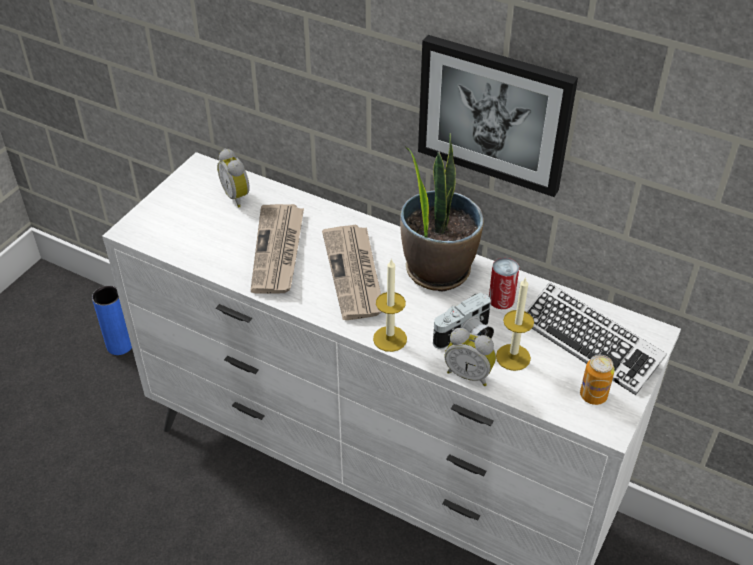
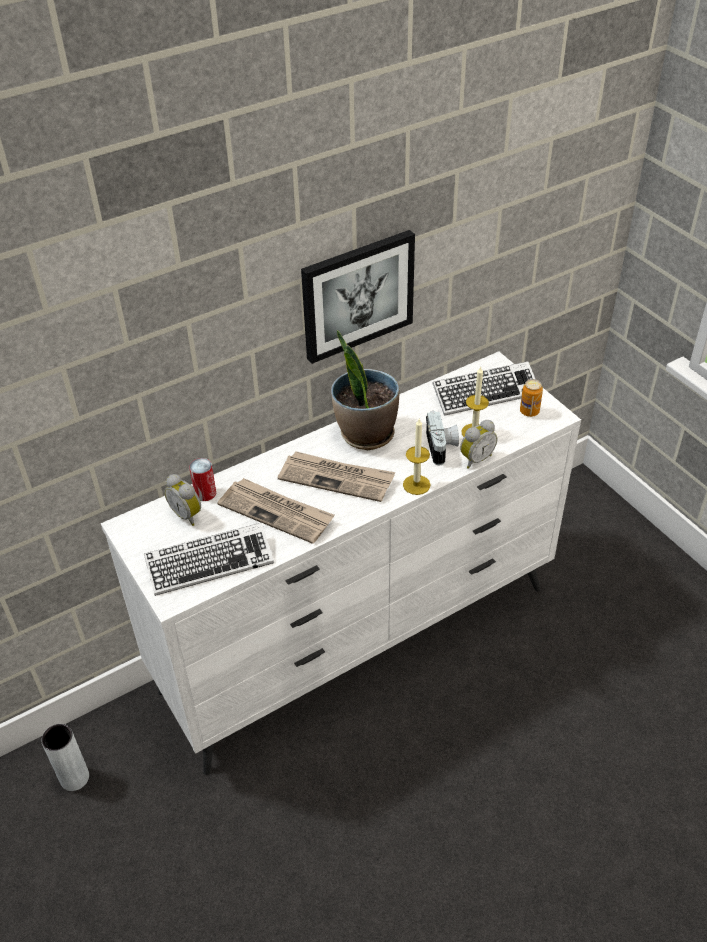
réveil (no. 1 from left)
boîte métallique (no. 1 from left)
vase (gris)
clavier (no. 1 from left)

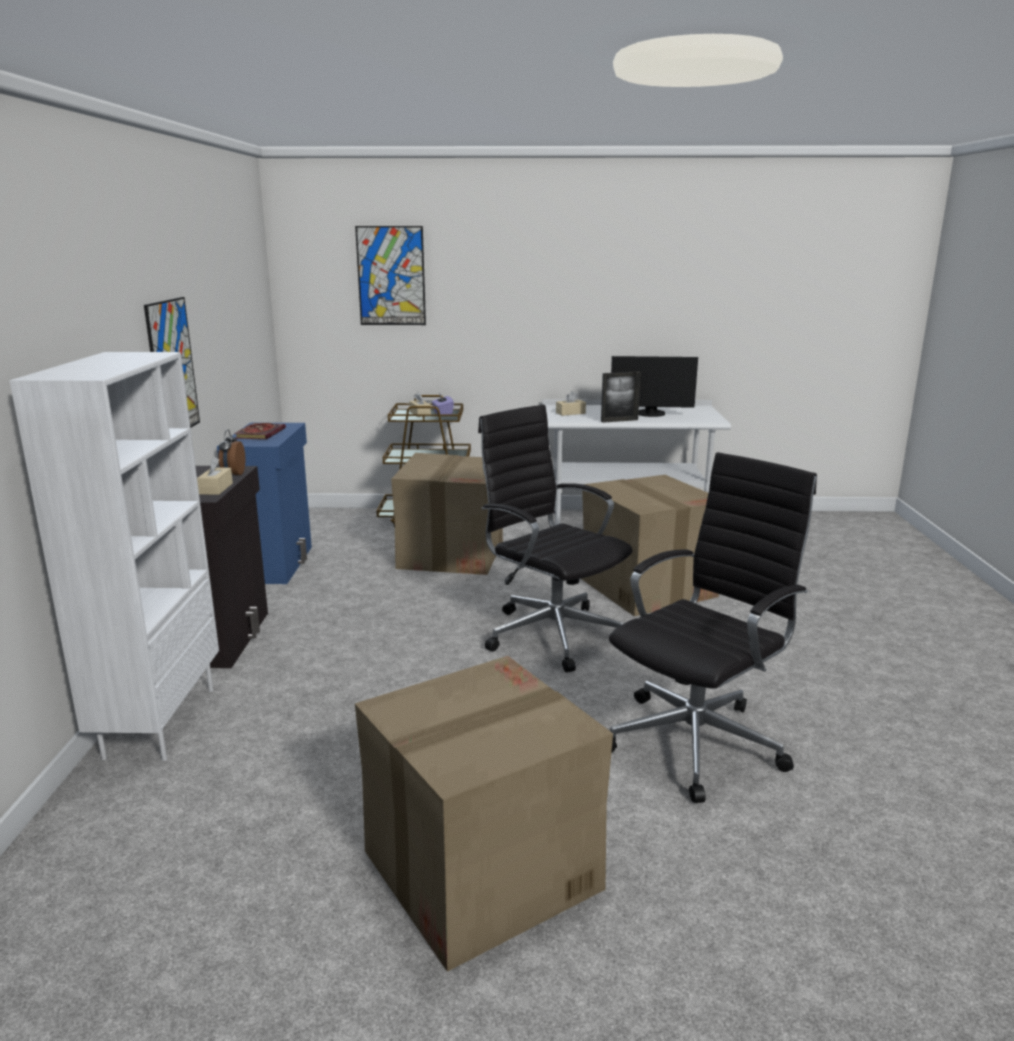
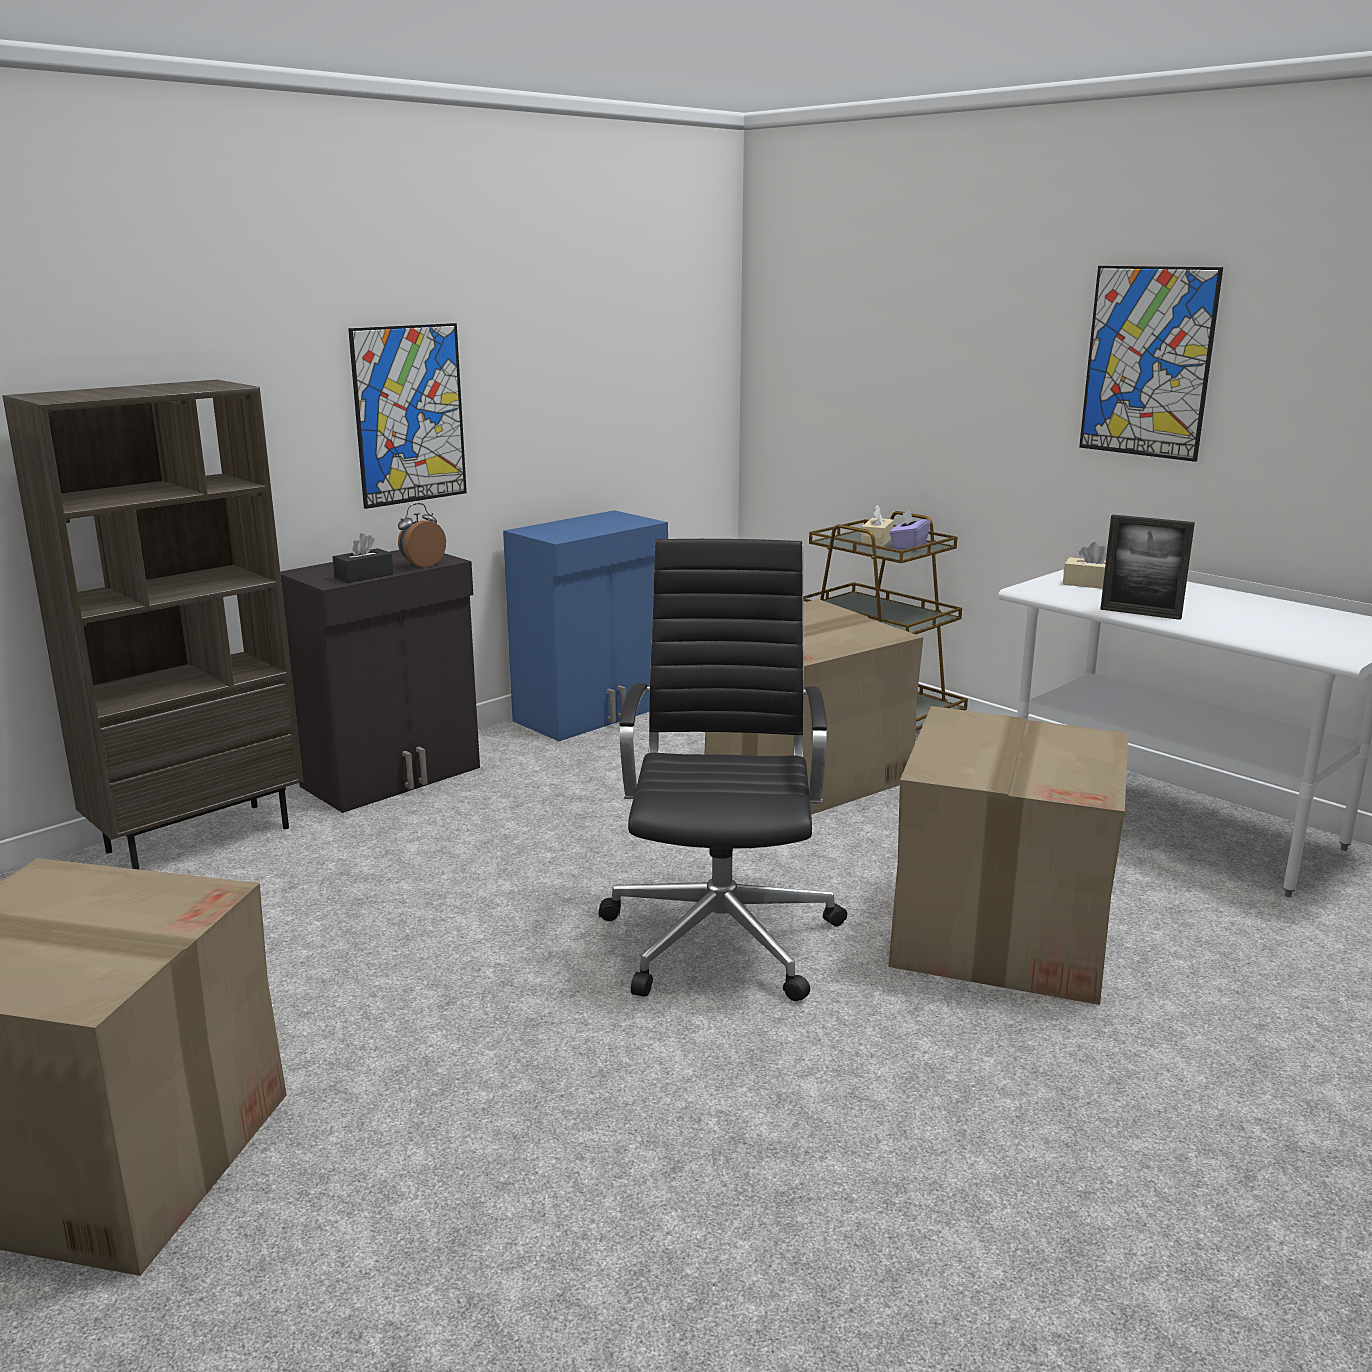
tableau (no. 2 from left)
bibliothèque (marron)
écran d'ordinateur
livre
chaise de bureau (noir) (no. 2 from left in the first image)
boîte à mouchoirs (noir)

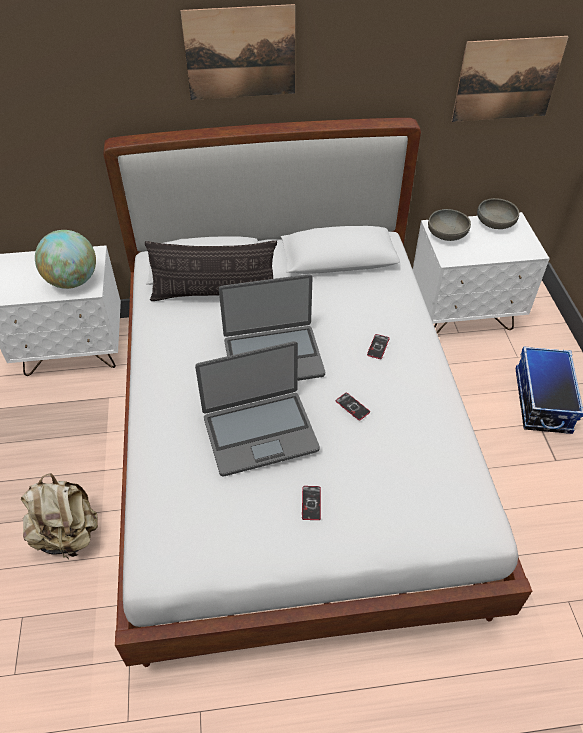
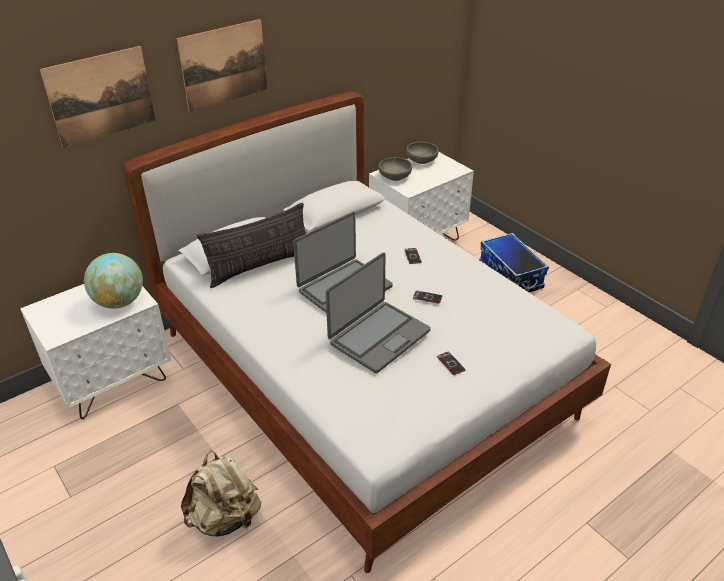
tableau (no. 1 from left)

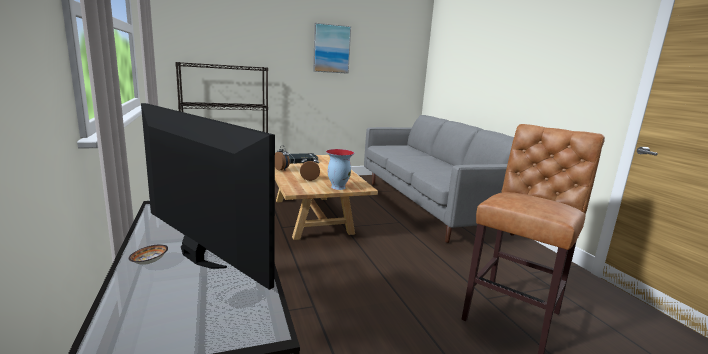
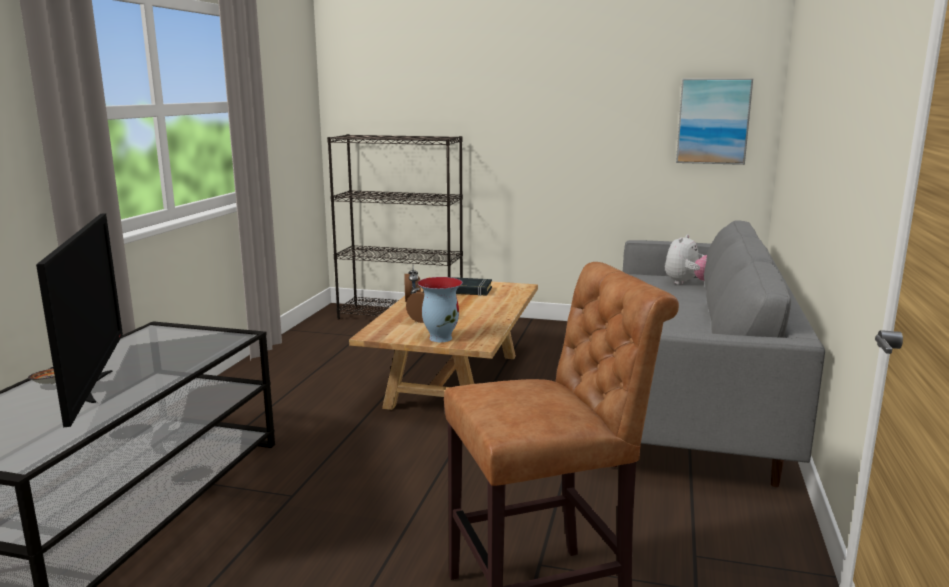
tableau
peluche

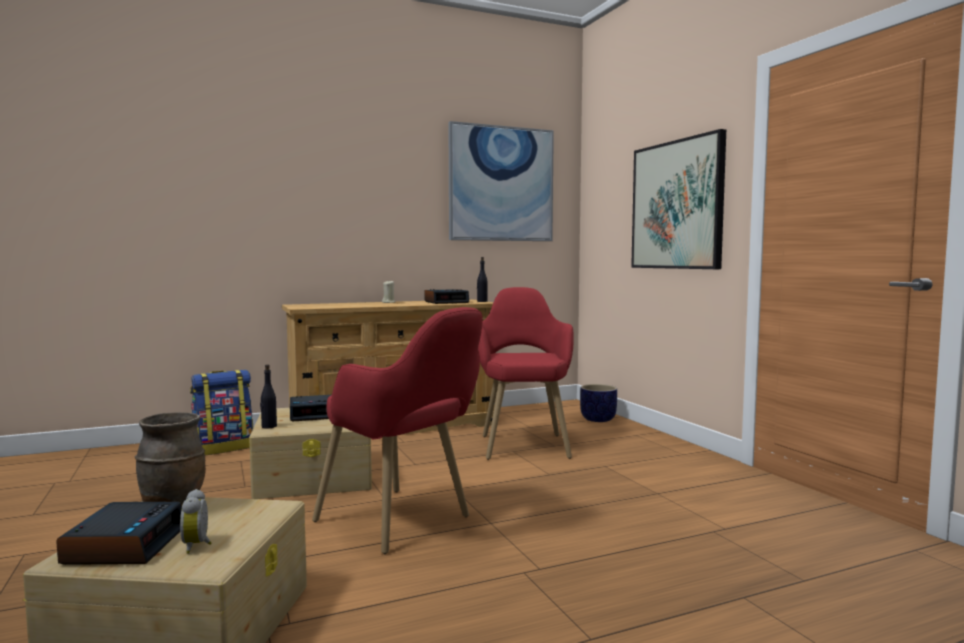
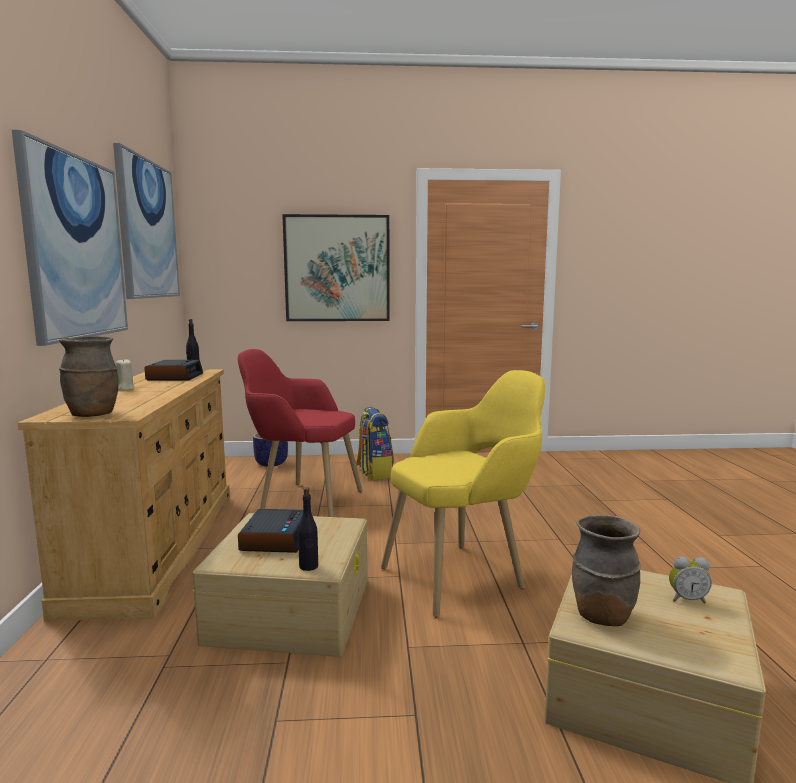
fauteuil (jaune)
sac à dos
réveil (no. 1 from left in the first image)
tableau (no. 1 from left)
vase (marron) (no. 1 from left)

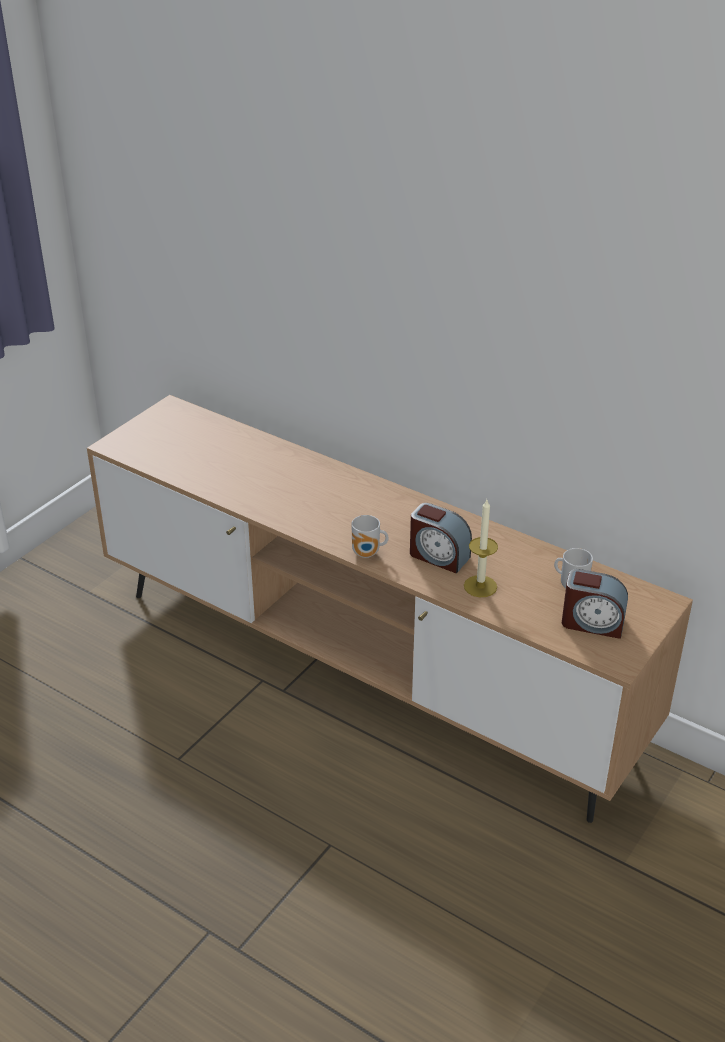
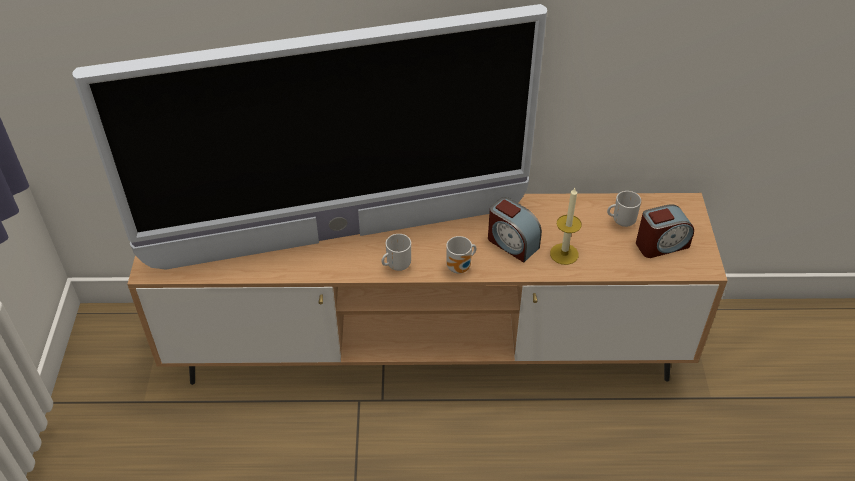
réveil (no. 1 from left)
téléviseur
mug (no. 1 from left)

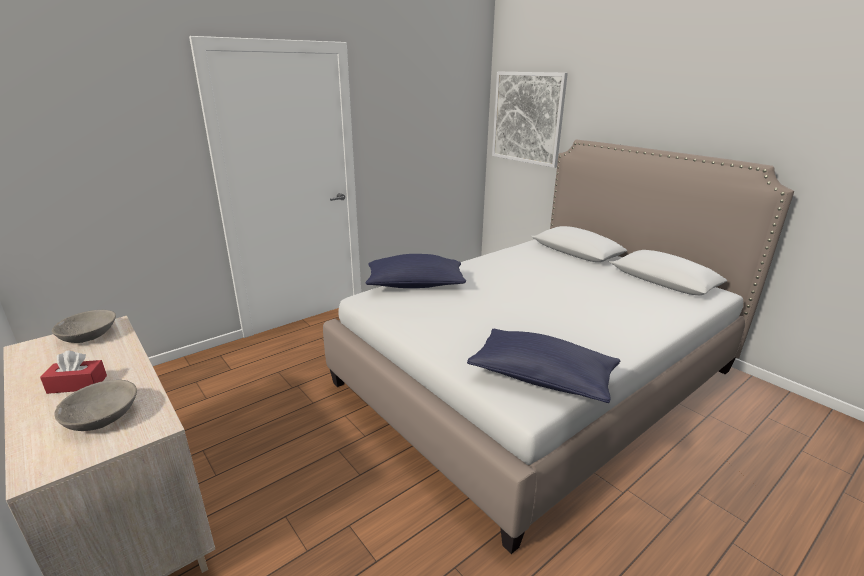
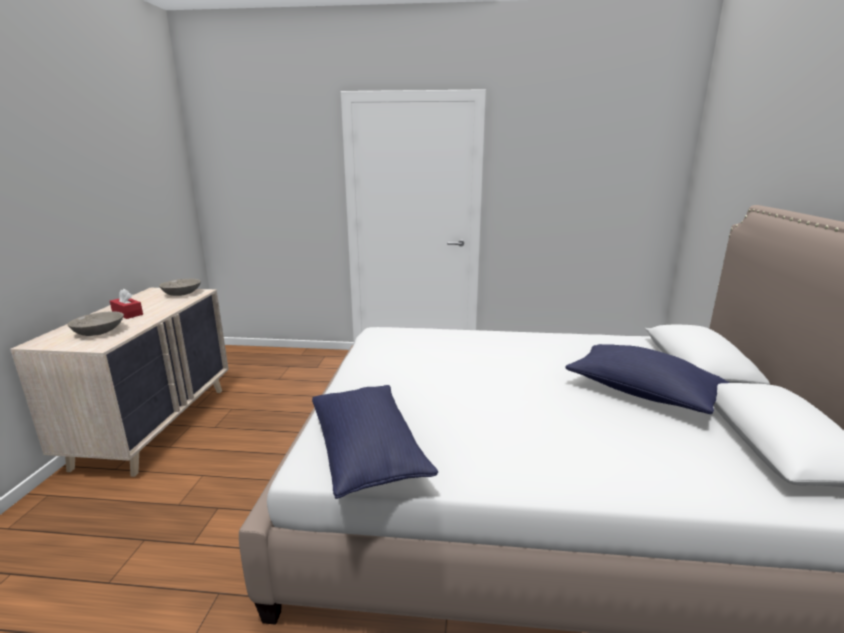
tableau
coussin (bleu) (no. 2 from left)

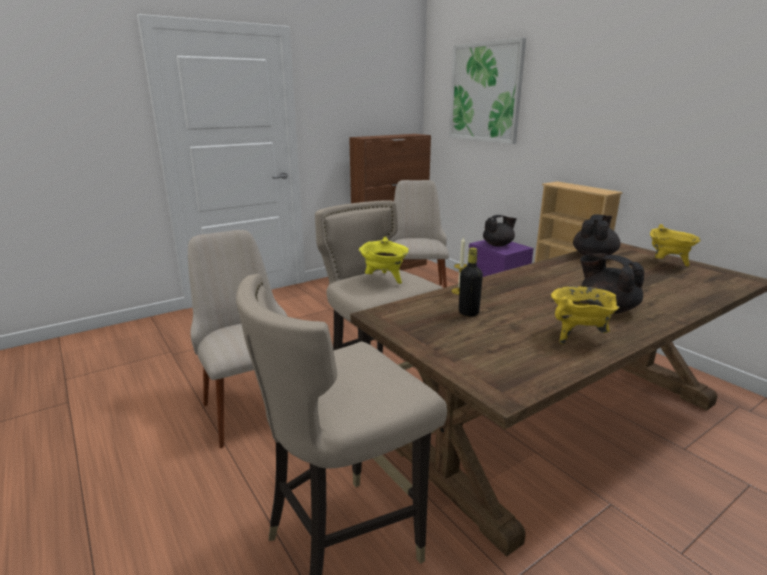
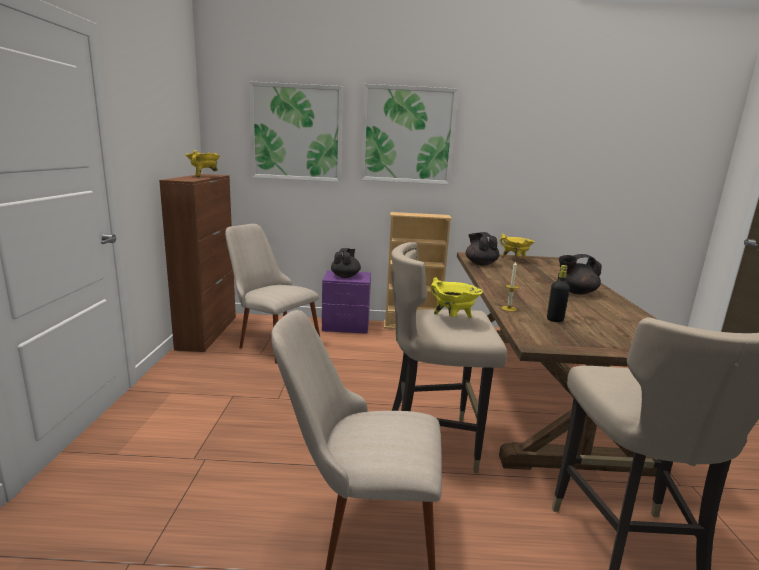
marmite (jaune) (no. 1 from left)
tableau (no. 2 from left)

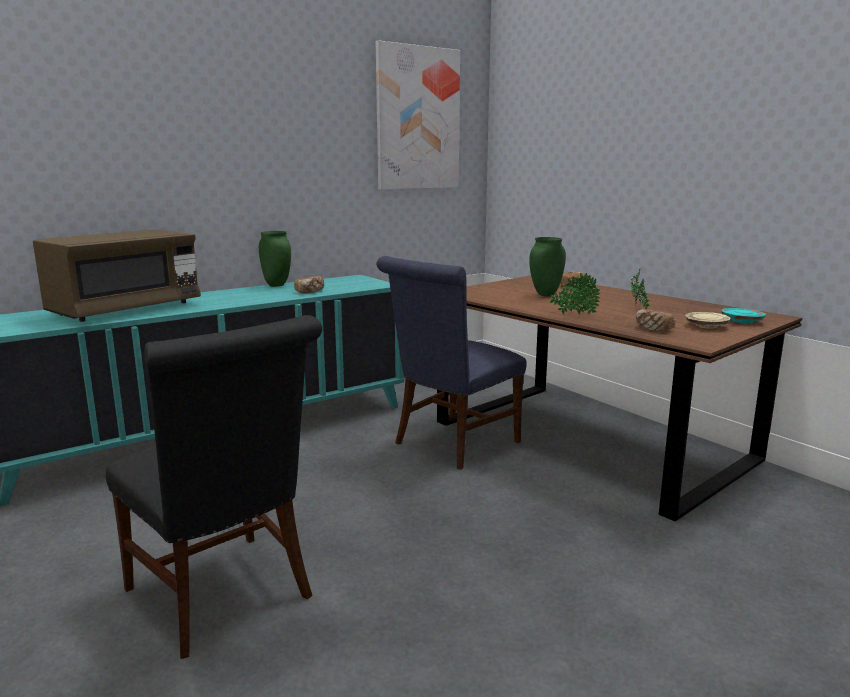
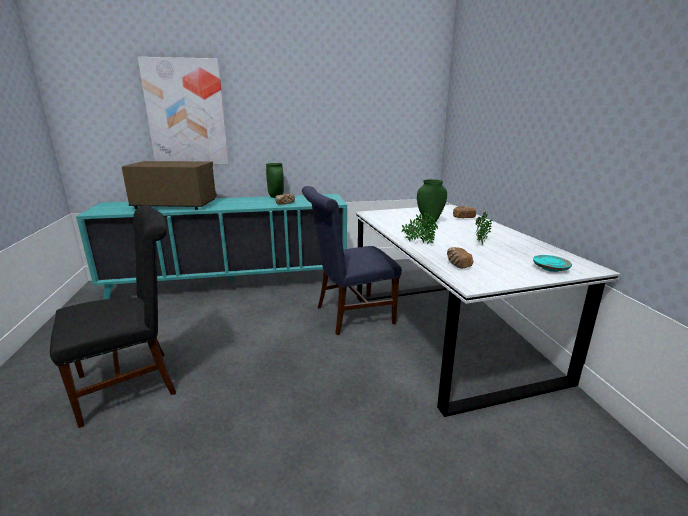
tableau
micro-ondes (marron)
table à manger (blanc)
assiette (beige)
chaise (noir)

